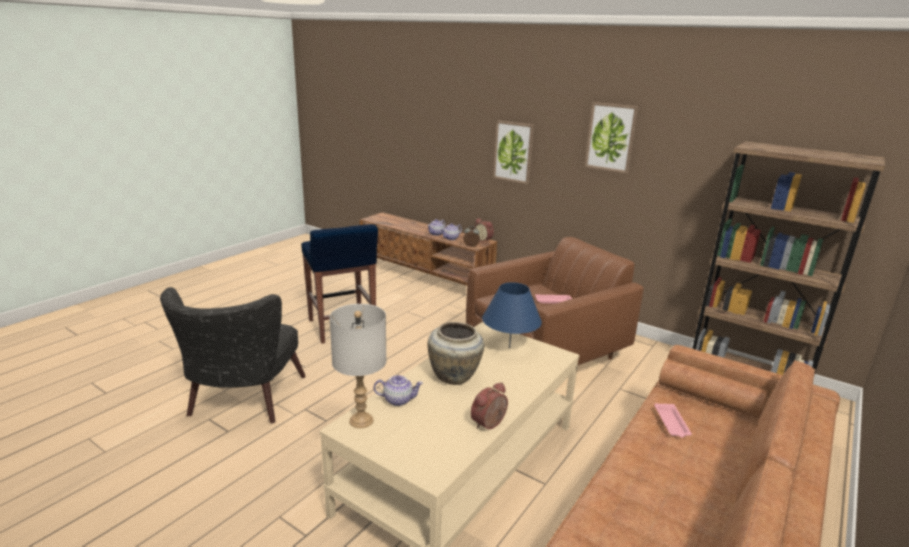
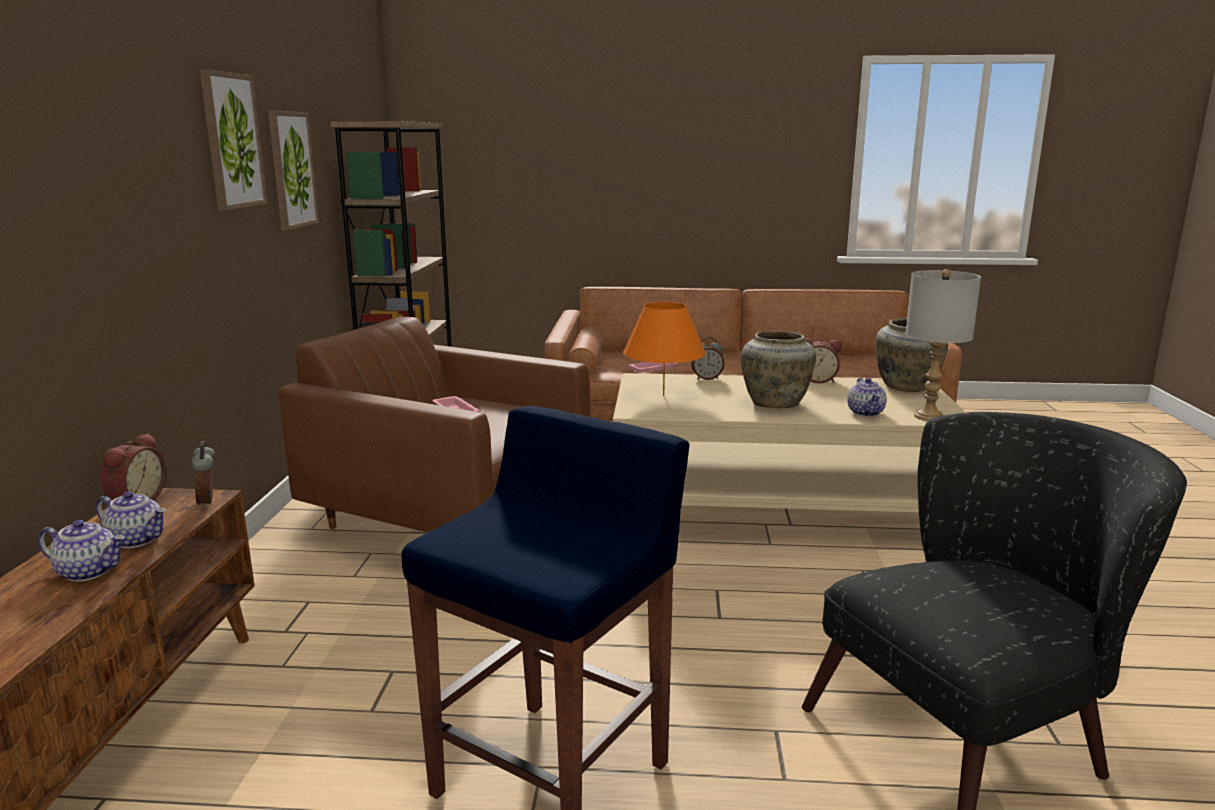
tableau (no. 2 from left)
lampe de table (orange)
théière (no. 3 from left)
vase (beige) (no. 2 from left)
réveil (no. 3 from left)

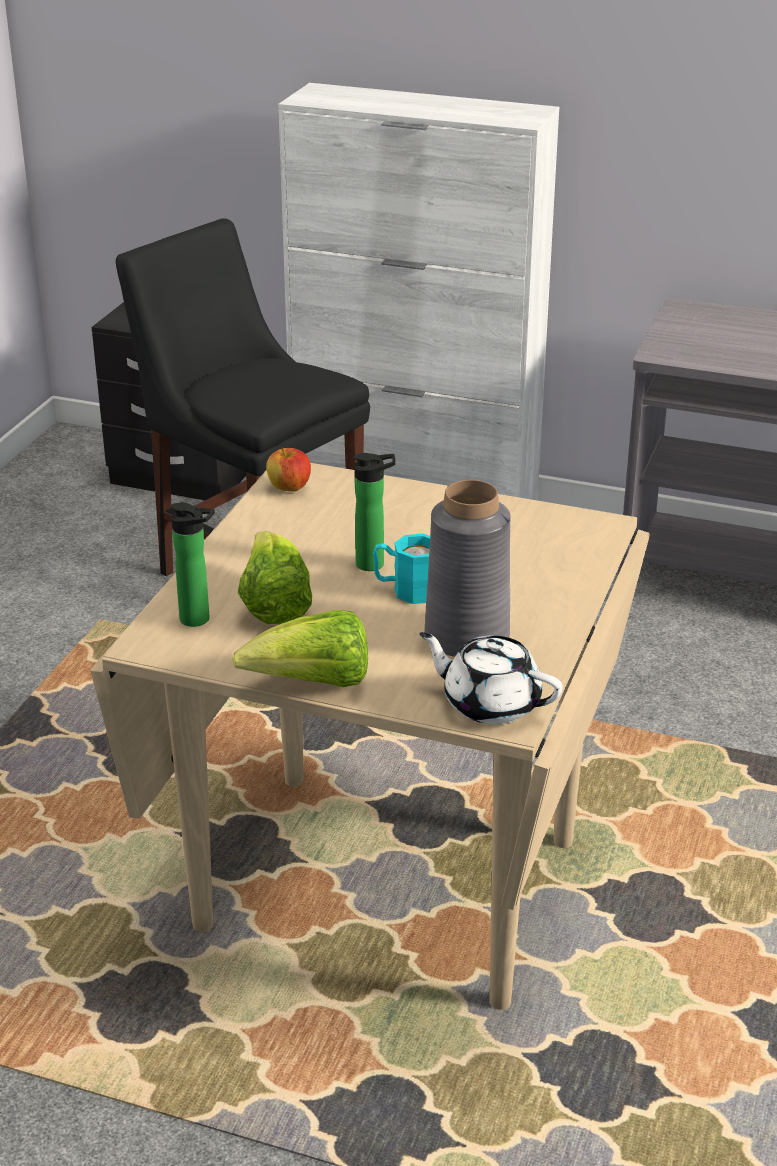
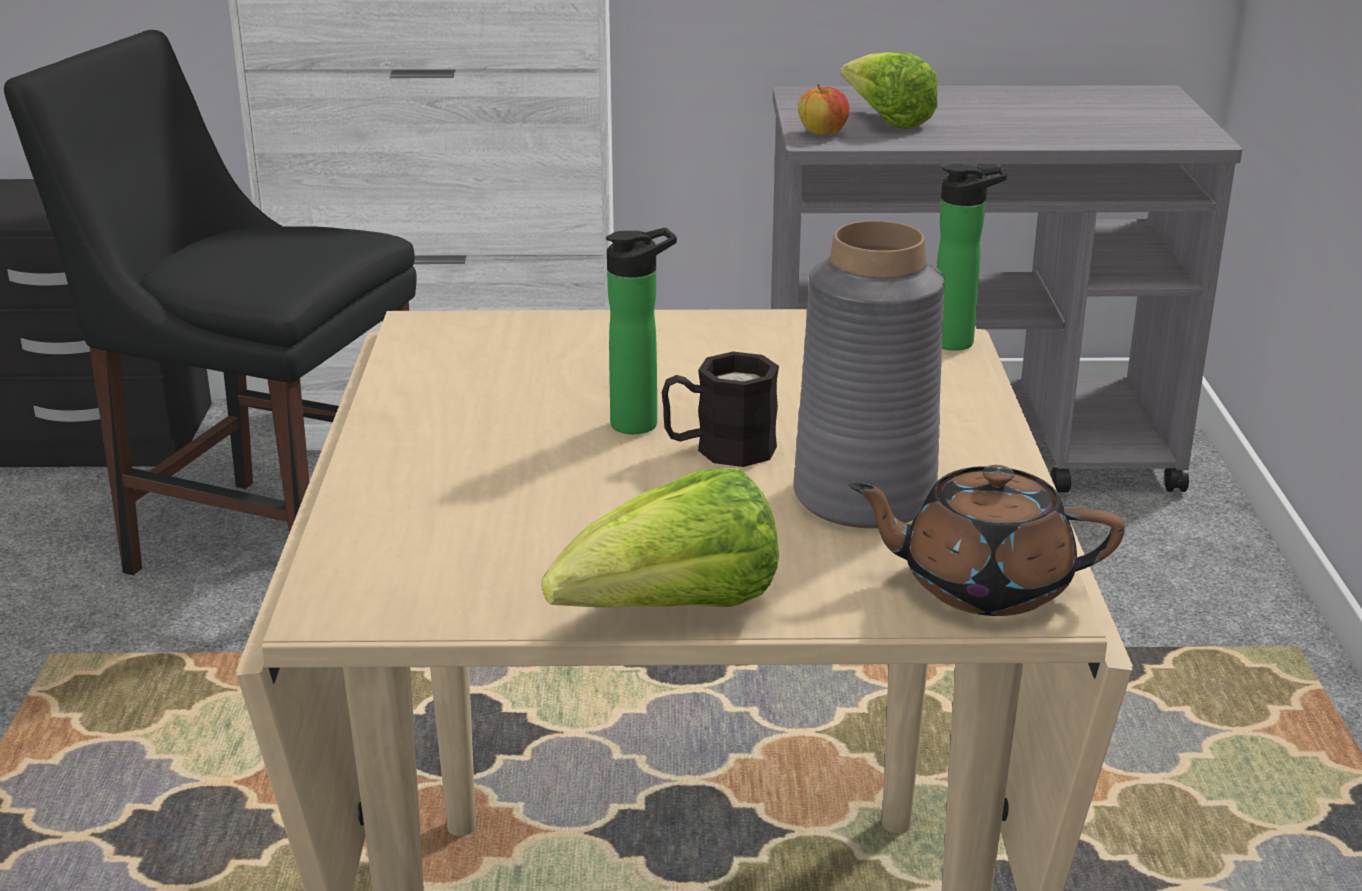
pomme
bouteille (no. 2 from left)
laitue (no. 2 from left)
mug (noir)
théière (marron)

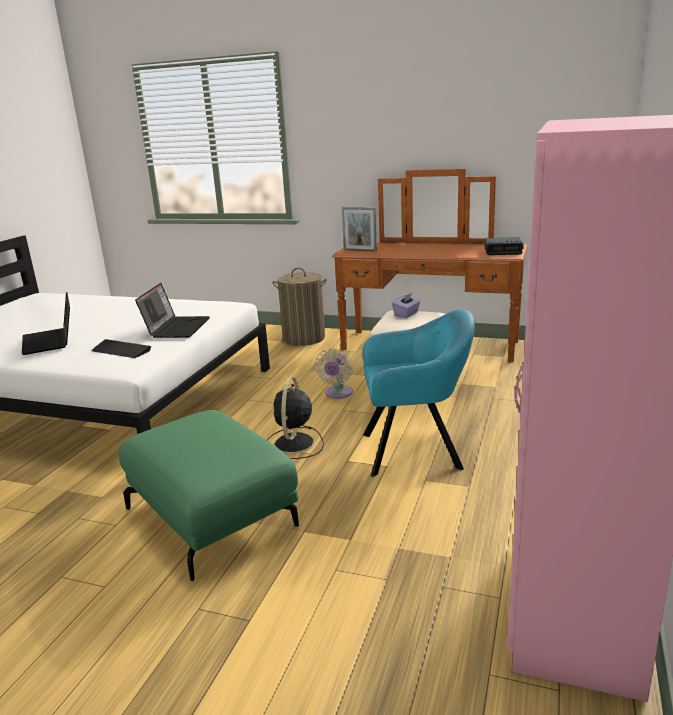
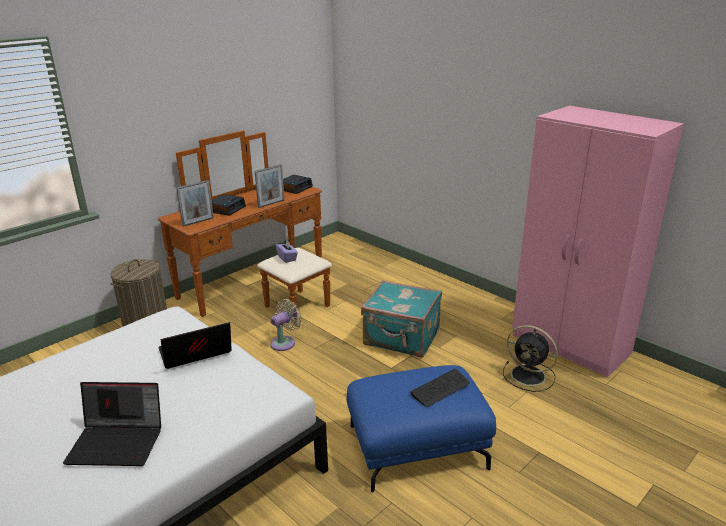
ordinateur portable (no. 2 from left)
valise (turquoise)
clavier
ventilateur (beige)
ventilateur (noir)
pouf (bleu)
cadre photo (no. 2 from left)
réveil (no. 1 from left)

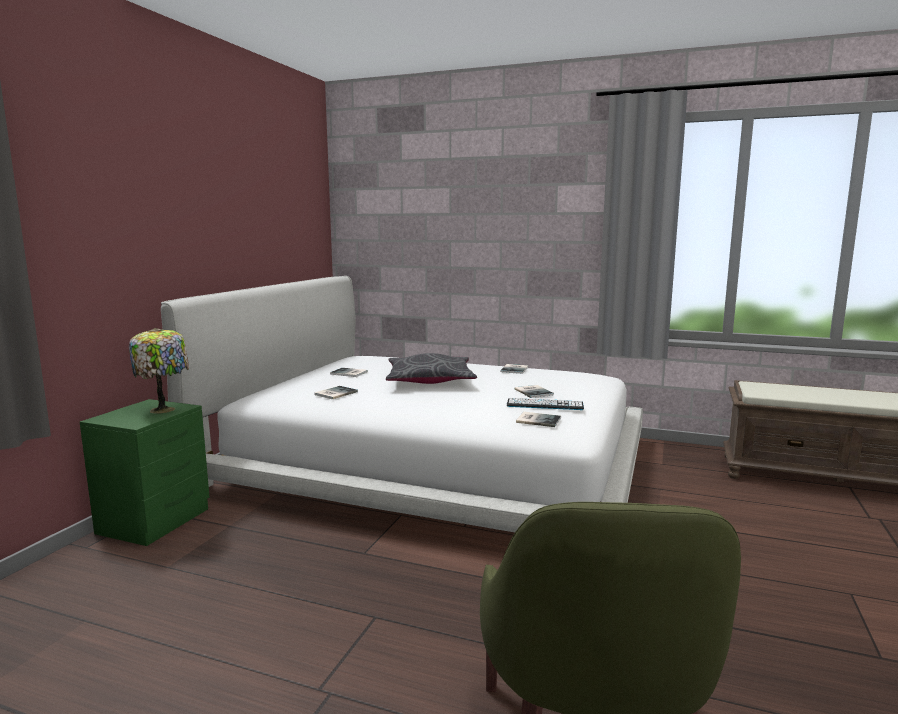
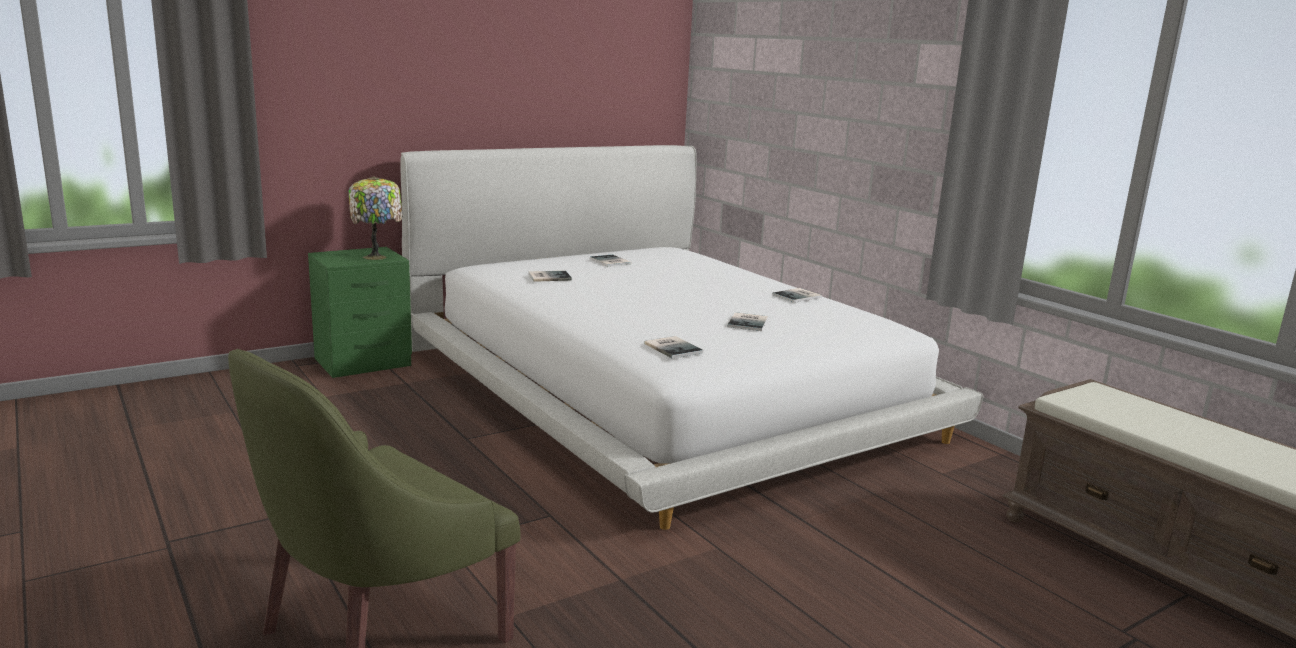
coussin (gris)
clavier

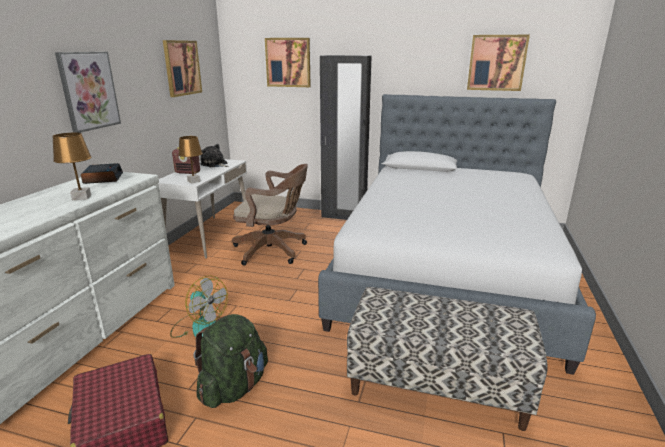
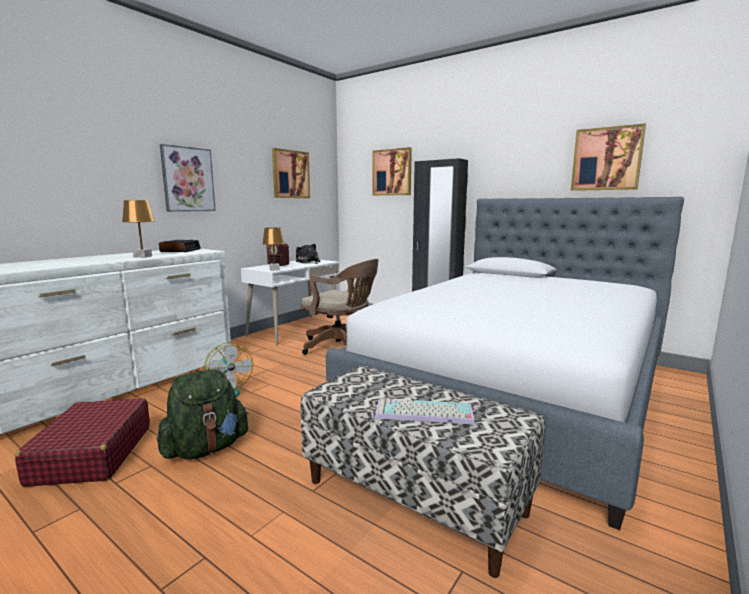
clavier

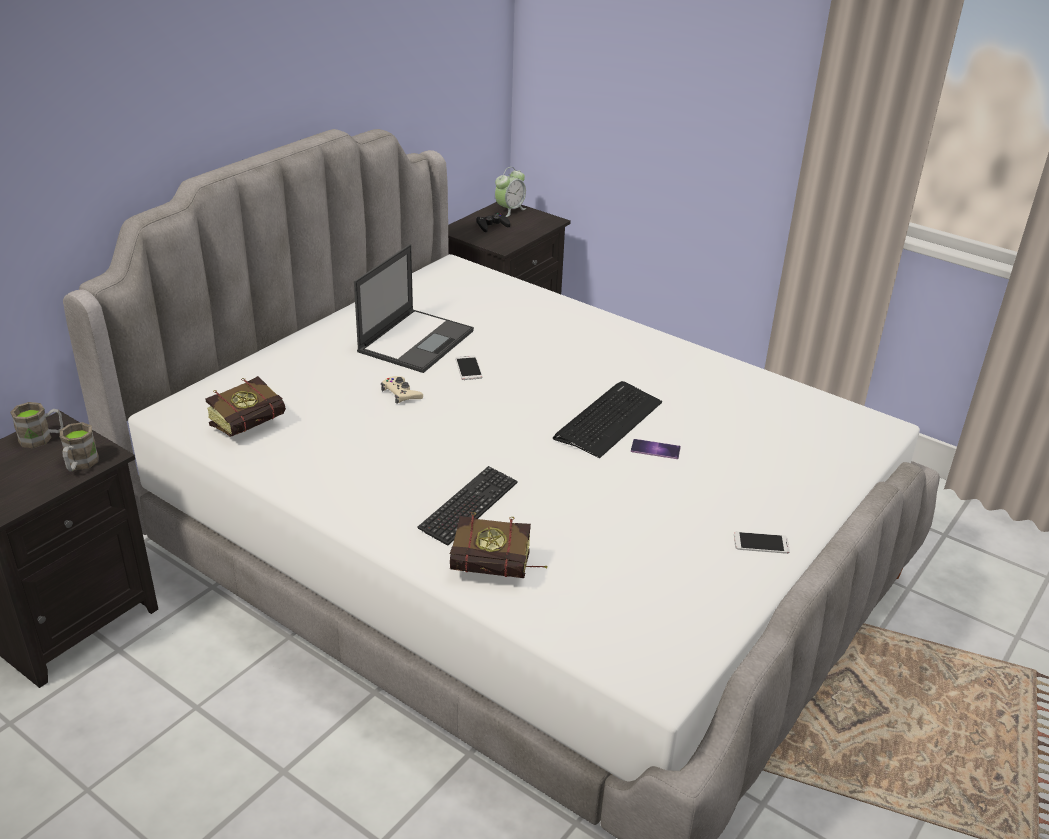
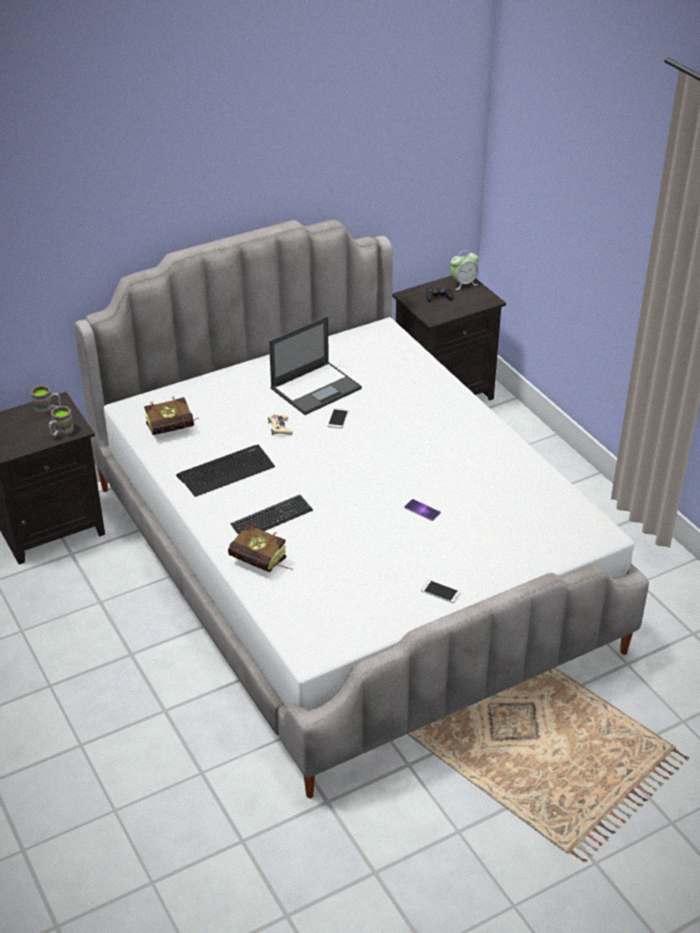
clavier (no. 1 from left)

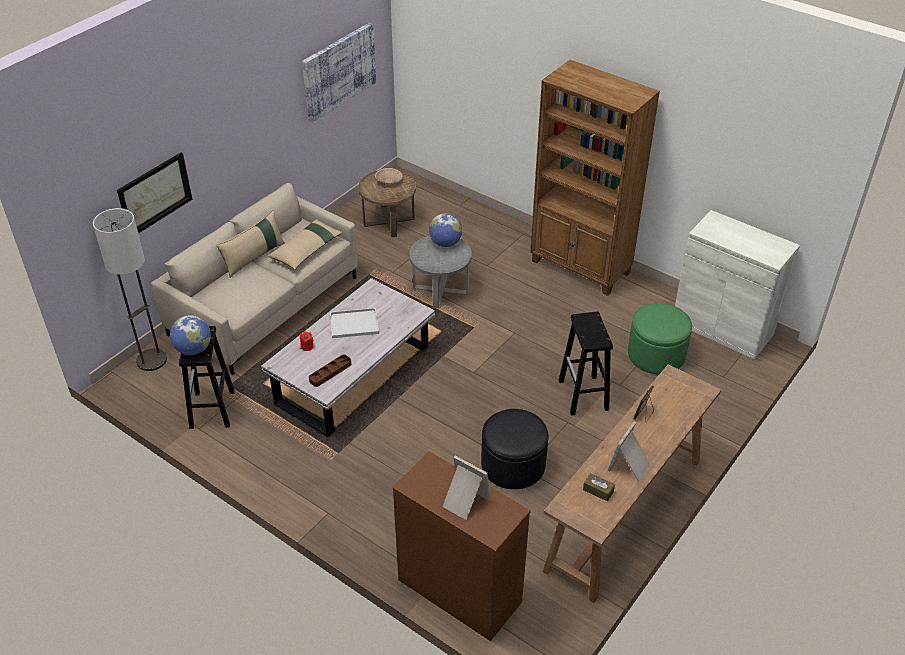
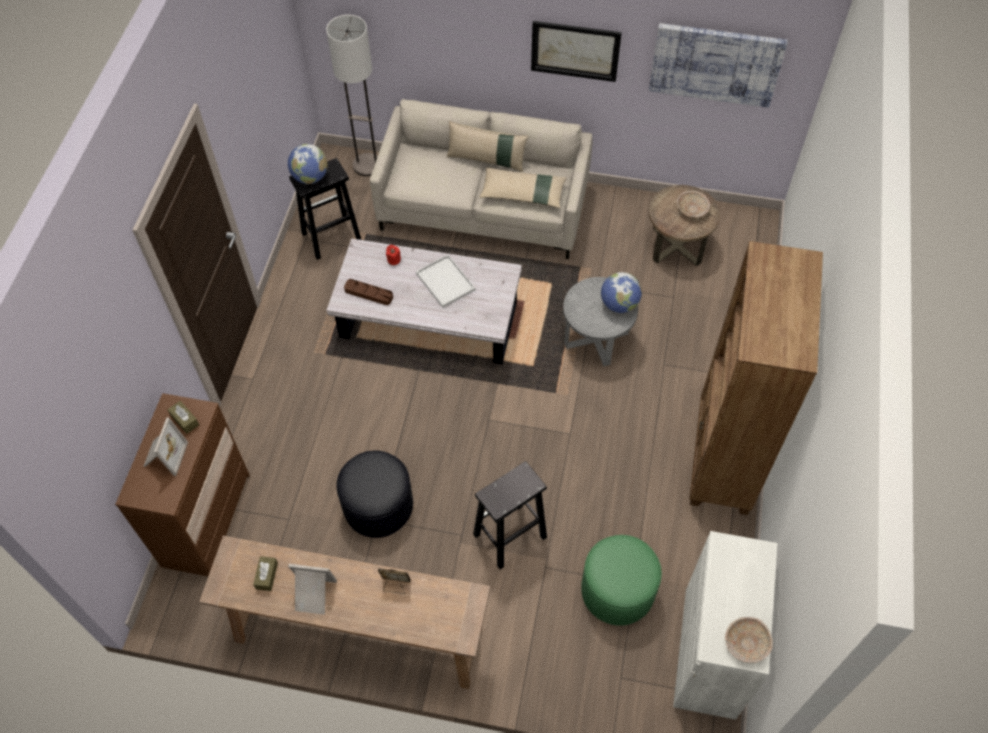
tableau (no. 1 from left)
boîte à mouchoirs (marron) (no. 1 from left)
bol (beige) (no. 2 from left)

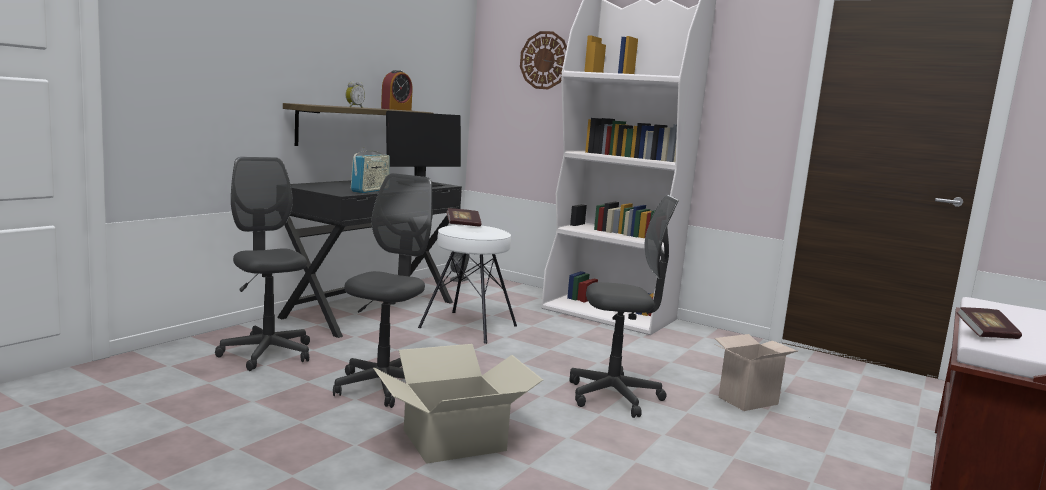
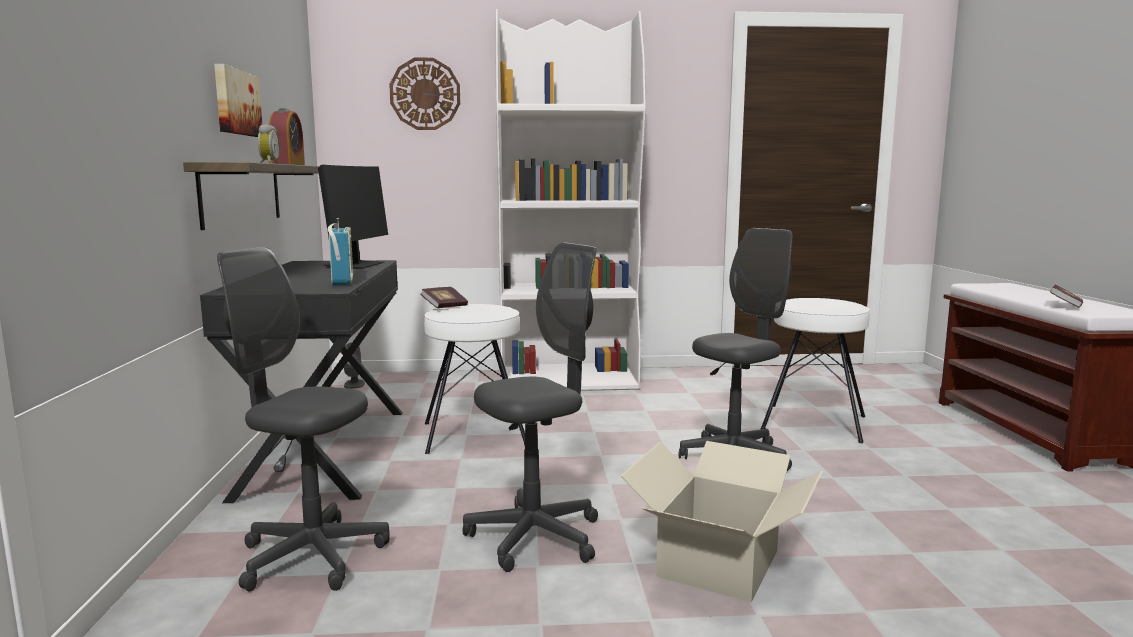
chaise de bureau (gris) (no. 2 from left)
tabouret (blanc) (no. 2 from left)
tableau

